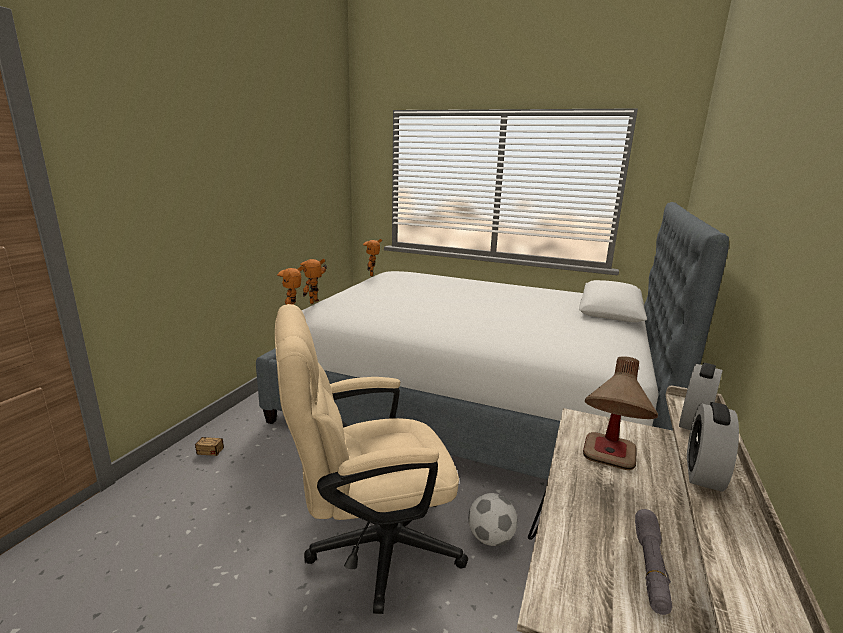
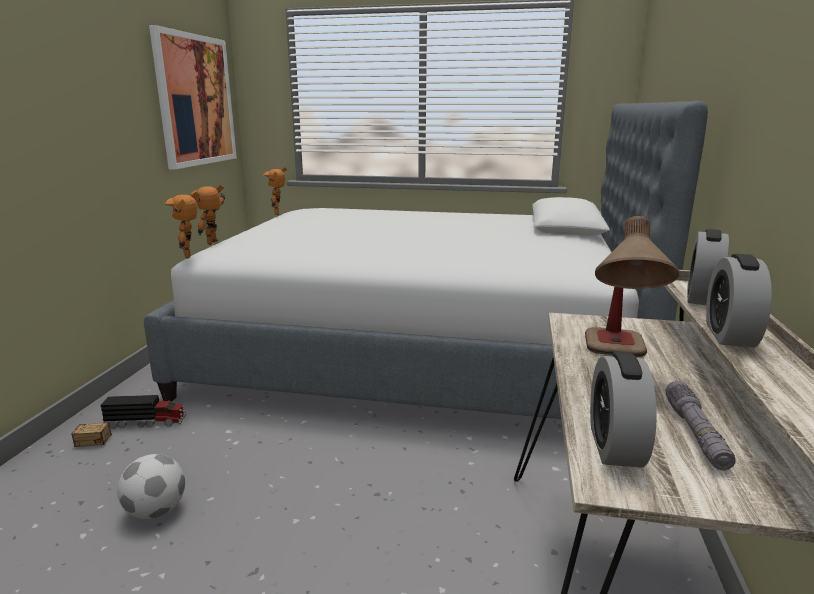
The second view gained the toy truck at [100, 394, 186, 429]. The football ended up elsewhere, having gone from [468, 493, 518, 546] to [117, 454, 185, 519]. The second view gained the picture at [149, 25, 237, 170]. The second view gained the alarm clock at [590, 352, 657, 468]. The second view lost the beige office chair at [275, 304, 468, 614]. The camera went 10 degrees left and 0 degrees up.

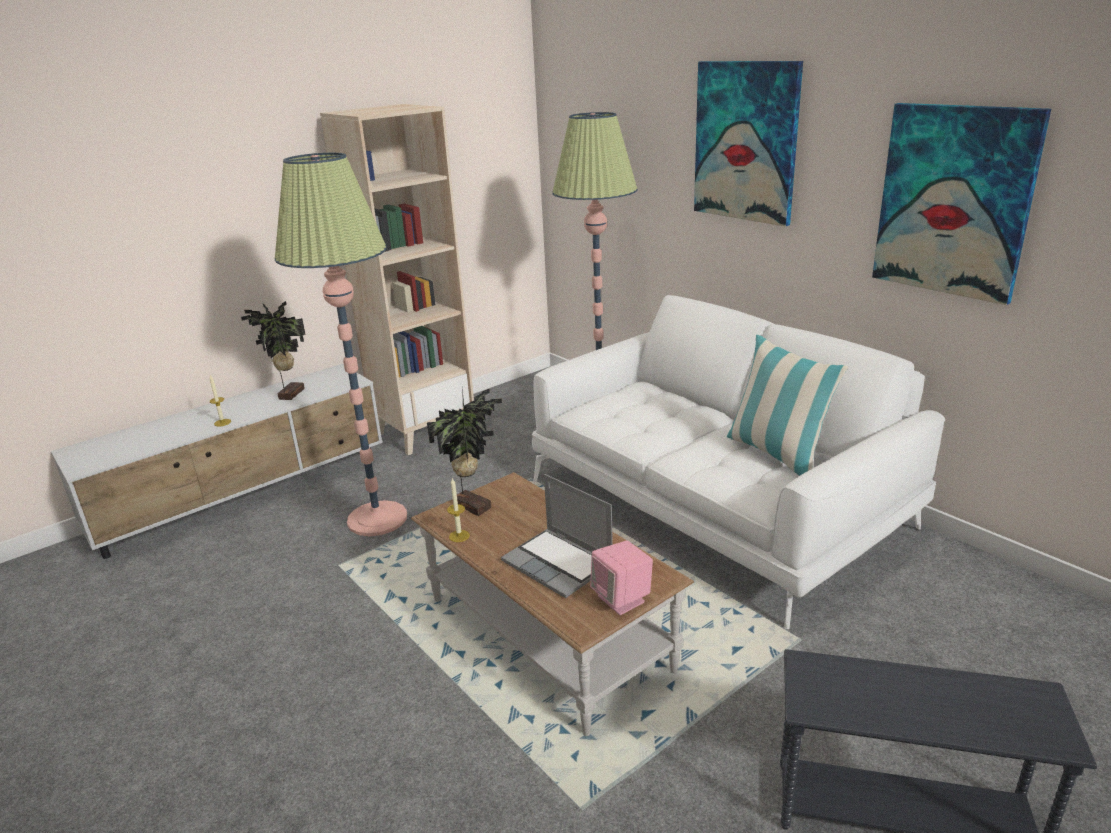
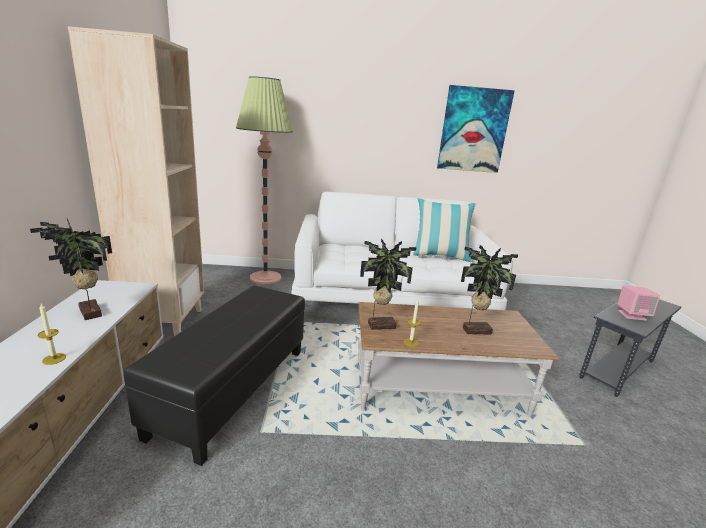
Where the floor lamp stood at [274, 153, 407, 536], the black ottoman came to stand at [123, 285, 305, 466]. Where the laptop stood at [501, 474, 613, 598], the potted plant came to stand at [461, 245, 518, 335]. The pink speaker ended up elsewhere, having gone from [590, 541, 653, 615] to [617, 285, 660, 321]. The second view lost the picture at [694, 61, 803, 227]. The camera went 55 degrees left and 5 degrees down.

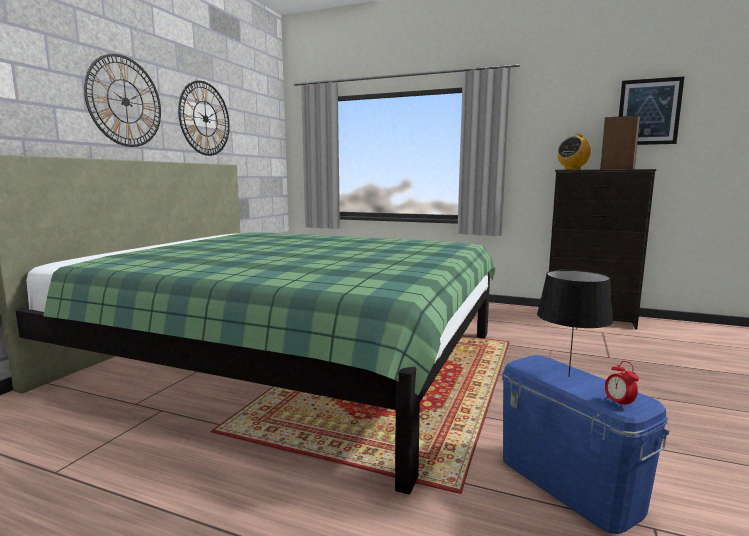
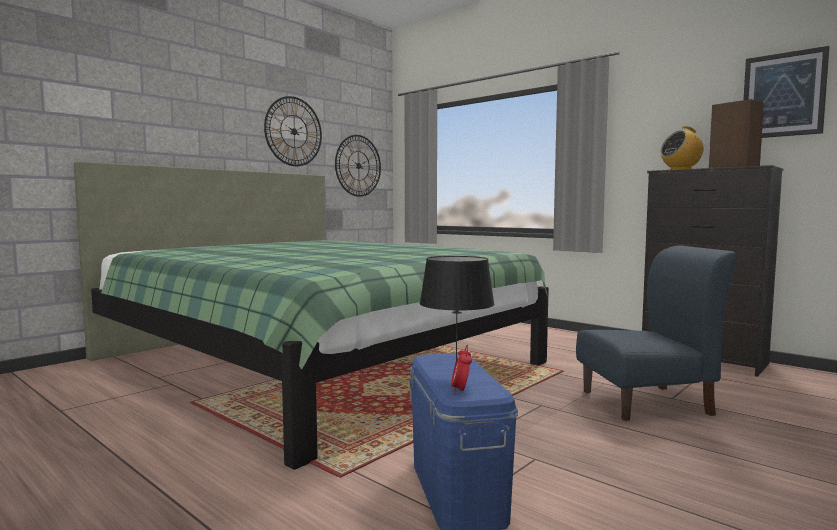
The wall clock ended up elsewhere, having gone from [84, 54, 161, 147] to [335, 135, 381, 197]. The second view gained the blue chair at [576, 245, 736, 421]. The camera went 20 degrees right and 5 degrees down.

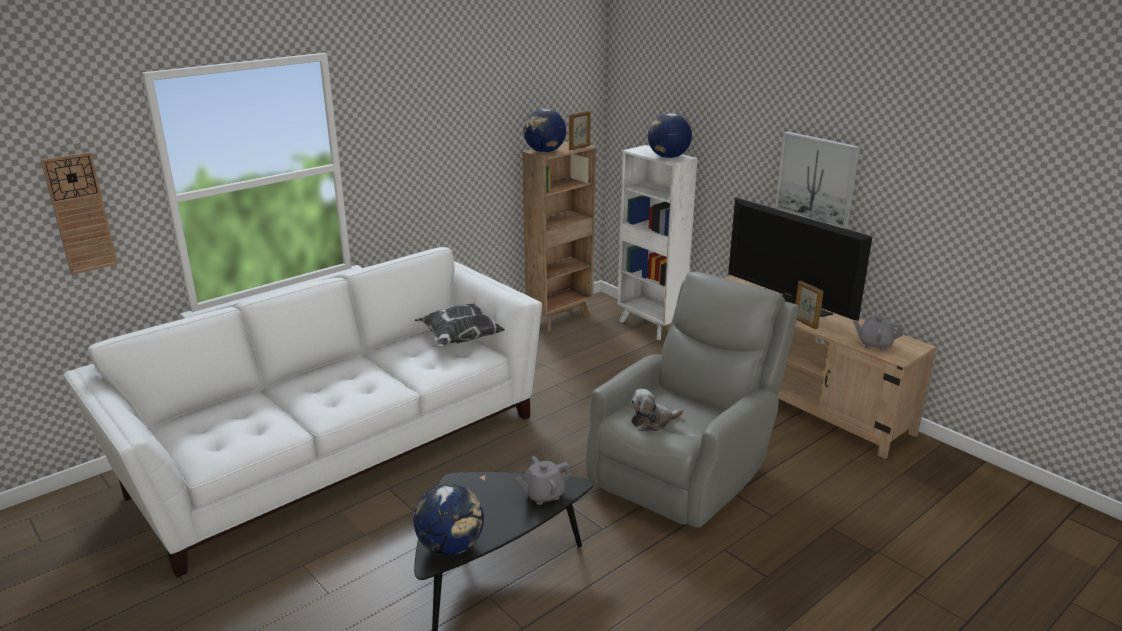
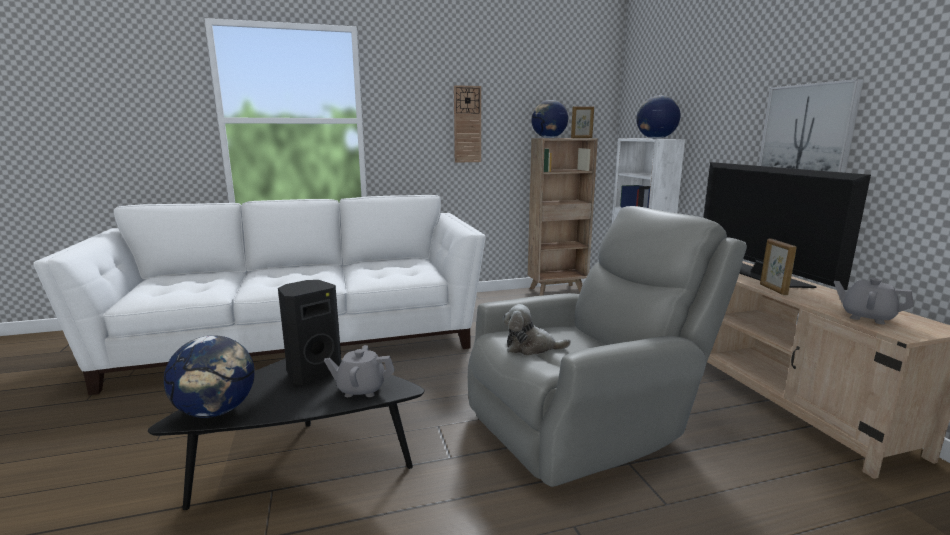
The second view gained the black speaker at [278, 280, 341, 385]. The wall clock ended up elsewhere, having gone from [41, 152, 118, 275] to [454, 85, 481, 163]. The second view lost the pillow at [414, 304, 505, 345]. The camera went 25 degrees right and 10 degrees down.

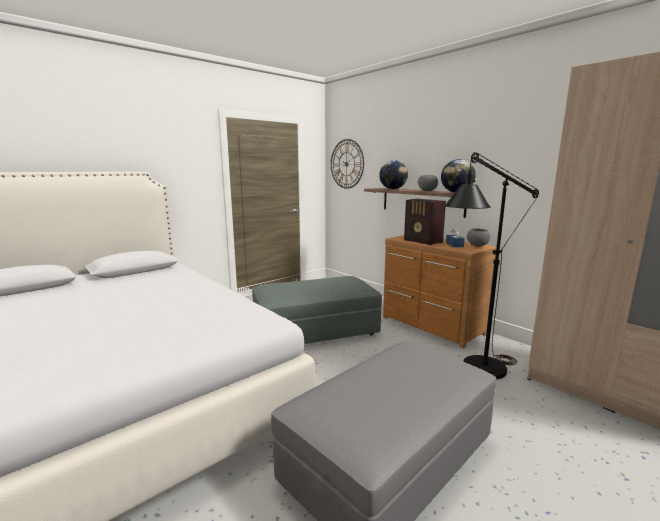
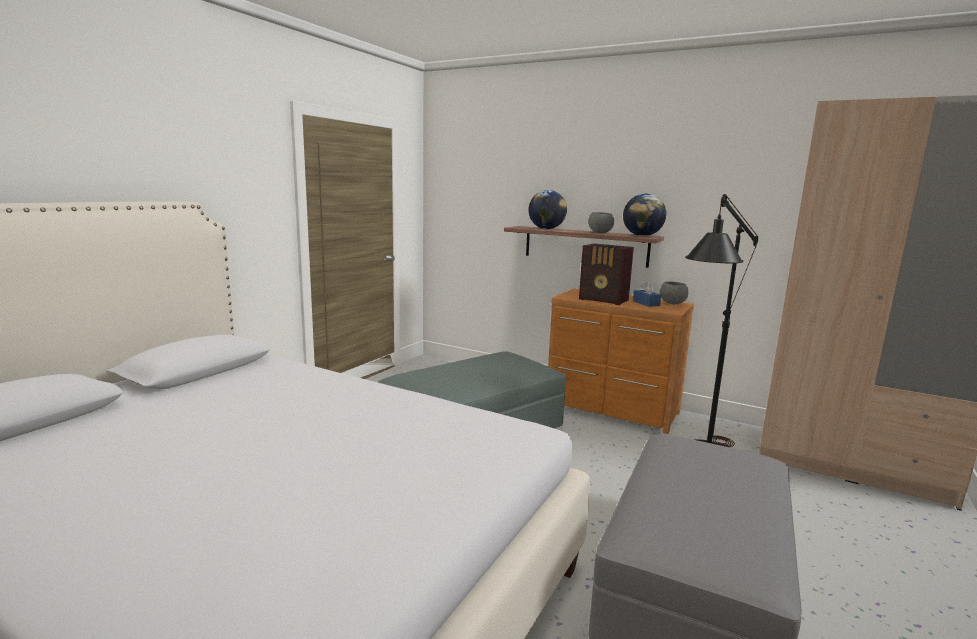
The second view lost the wall clock at [331, 139, 364, 189]. The camera went 20 degrees left and 0 degrees up.

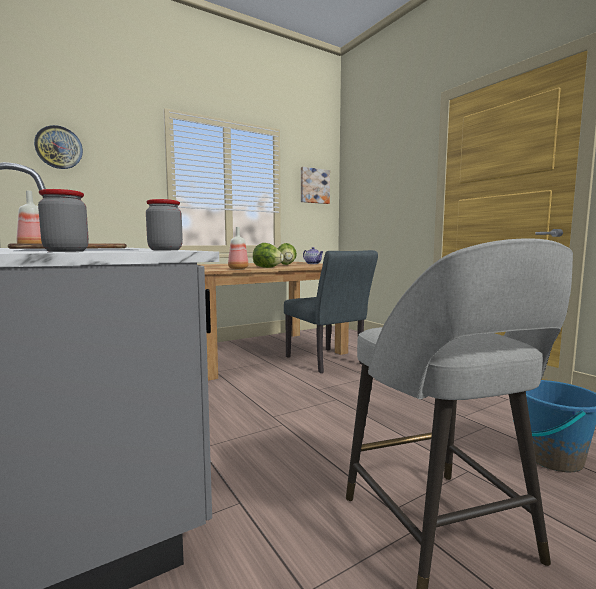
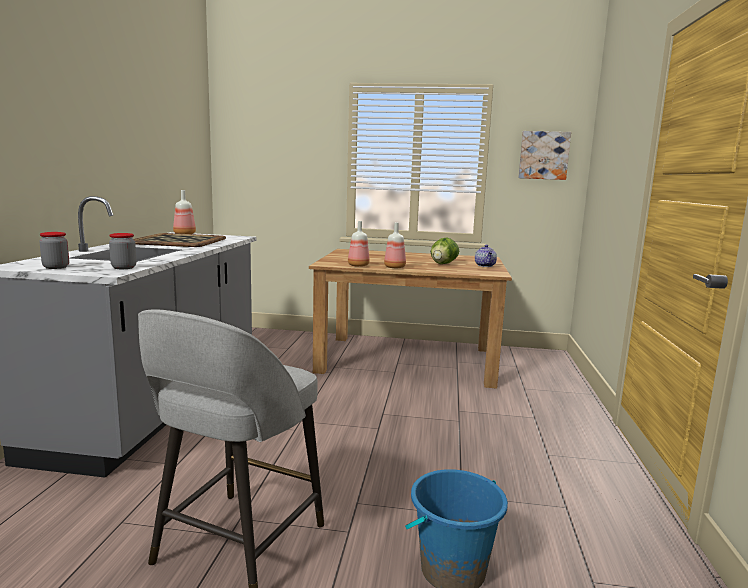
Where the lettuce stood at [253, 243, 284, 268], the bottle came to stand at [384, 222, 406, 268]. The second view lost the wall clock at [34, 125, 83, 169]. The second view lost the grey chair at [284, 250, 378, 373]. The camera went 40 degrees right and 5 degrees up.

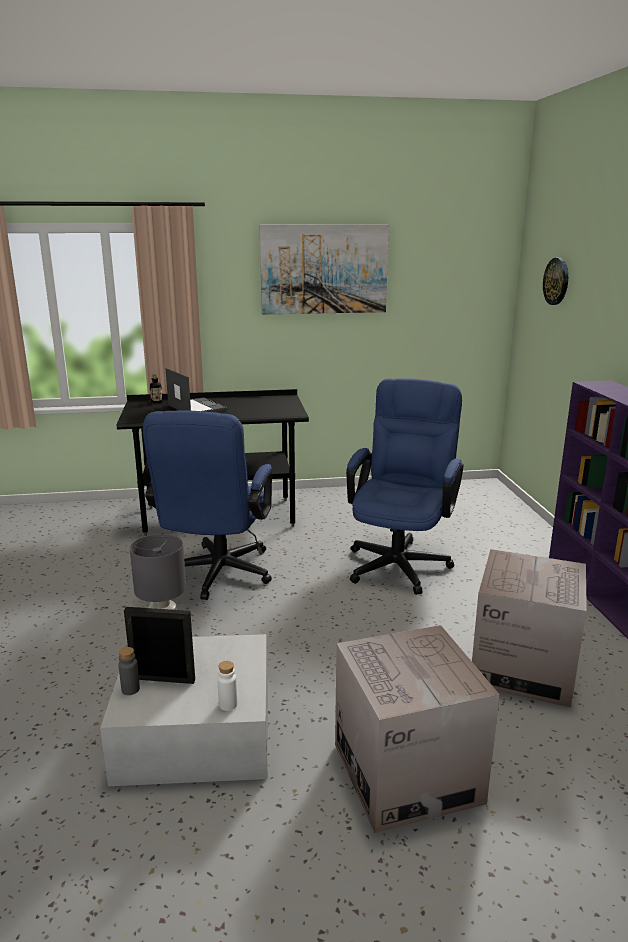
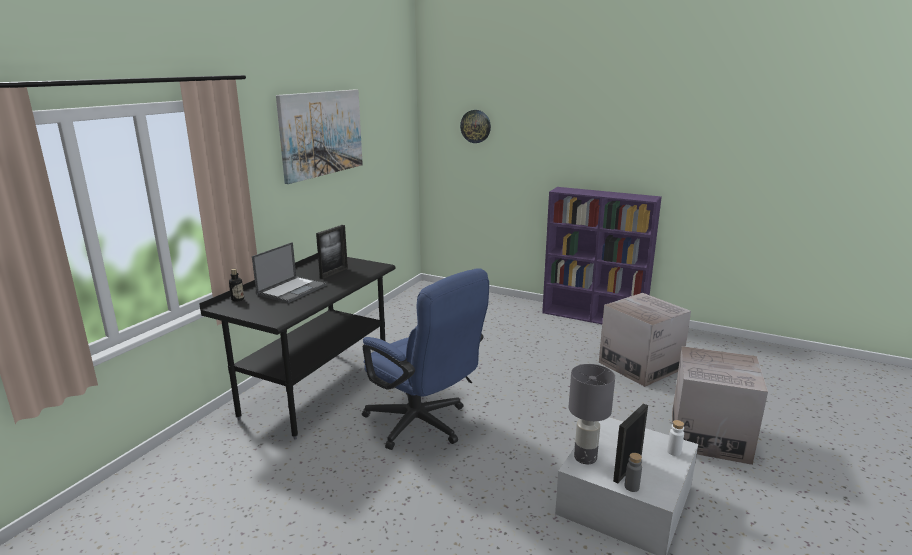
The laptop at [165, 368, 227, 412] ended up facing another way, 120 degrees clockwise from before. The second view gained the picture frame at [316, 225, 348, 279]. The second view lost the blue office chair at [346, 378, 464, 595]. The camera went 55 degrees left and 0 degrees up.

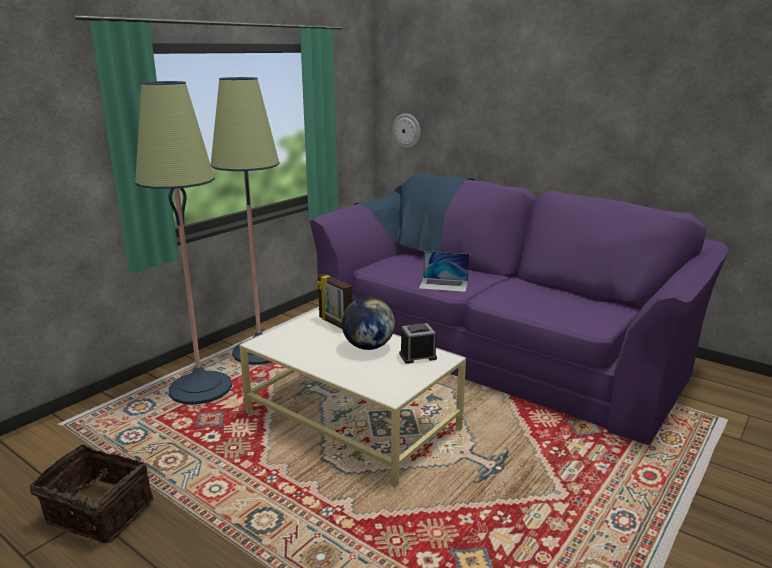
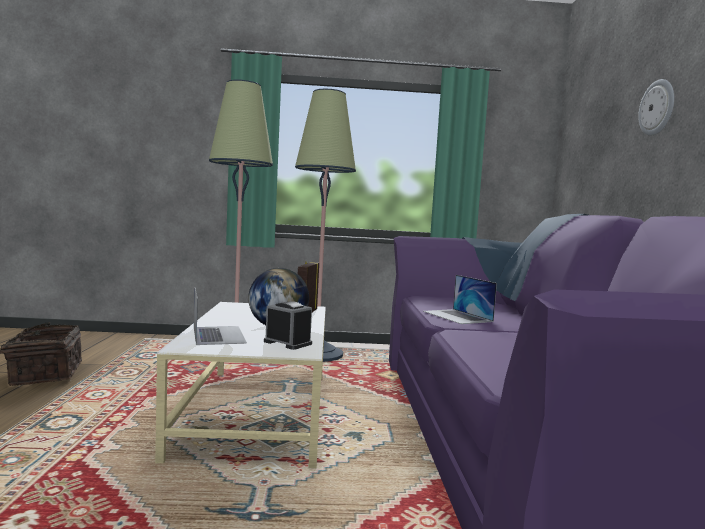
The second view gained the laptop at [194, 288, 247, 345]. The wall clock ended up elsewhere, having gone from [392, 113, 421, 149] to [638, 79, 674, 136]. The camera went 50 degrees right and 15 degrees down.

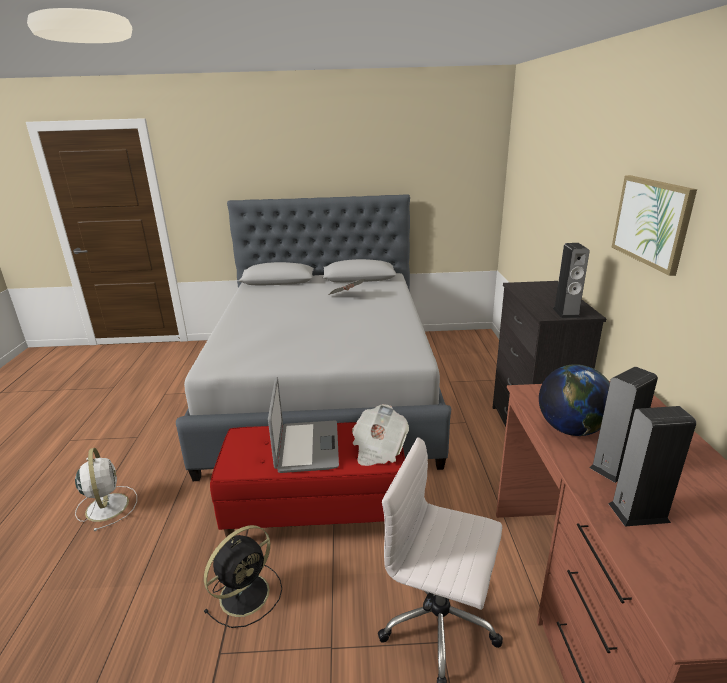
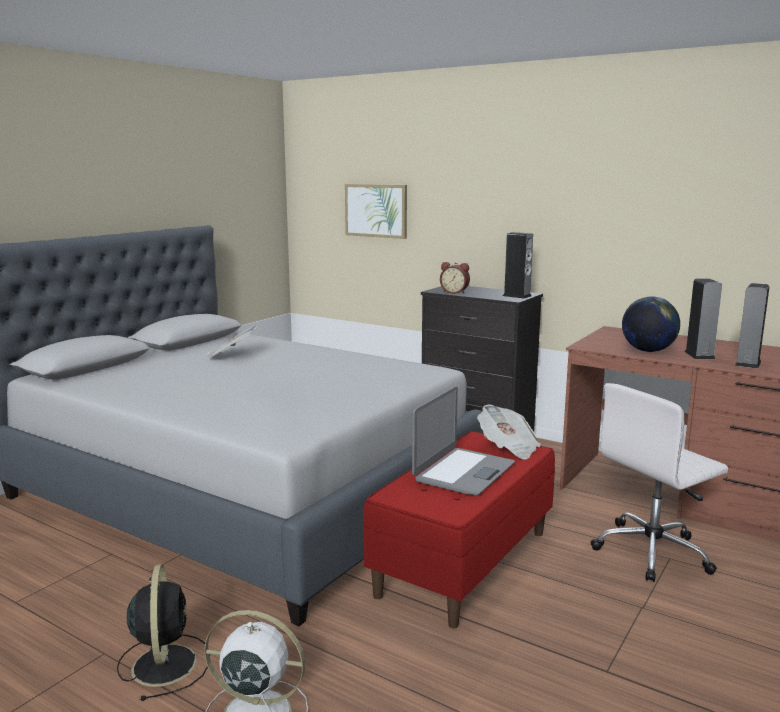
The black fan ended up elsewhere, having gone from [204, 525, 282, 628] to [117, 564, 210, 701]. The picture ended up elsewhere, having gone from [612, 175, 697, 276] to [345, 184, 407, 239]. The laptop at [268, 377, 339, 473] ended up facing another way, 90 degrees clockwise from before. The second view gained the alarm clock at [440, 262, 470, 294]. The camera went 55 degrees left and 10 degrees down.

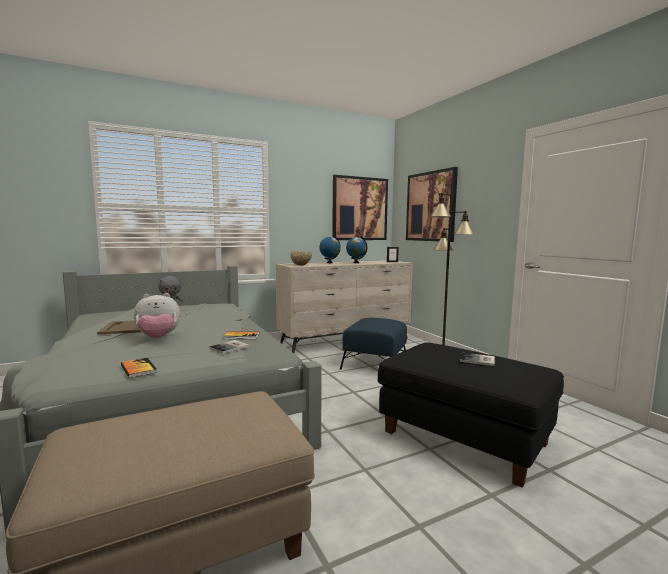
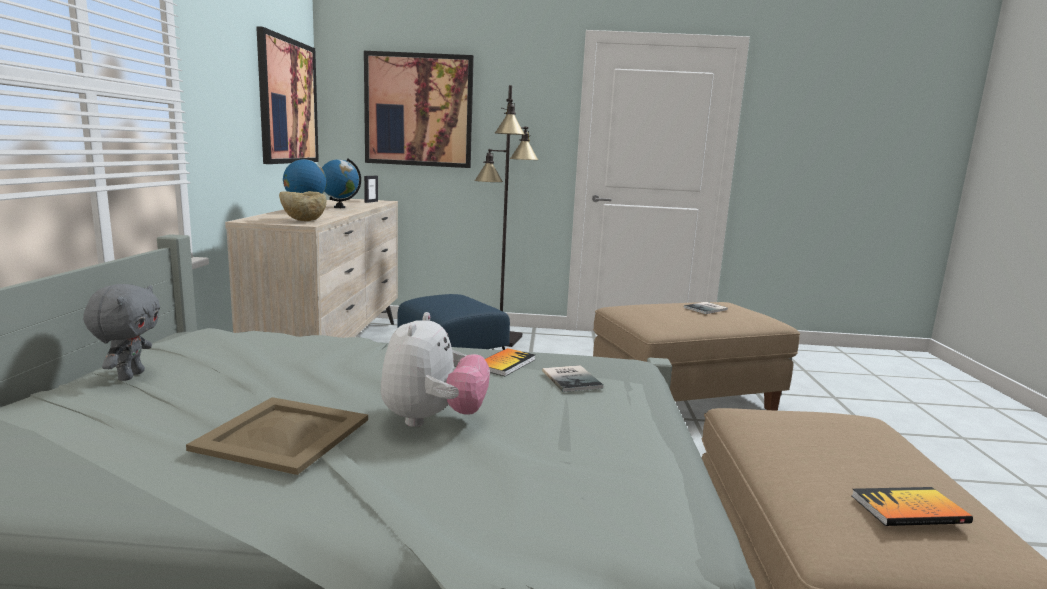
What was the black ottoman at [377, 342, 564, 488] turned into the beige ottoman at [593, 302, 800, 411]. The book ended up elsewhere, having gone from [121, 358, 157, 378] to [851, 487, 973, 526]. The camera went 60 degrees left and 5 degrees up.

